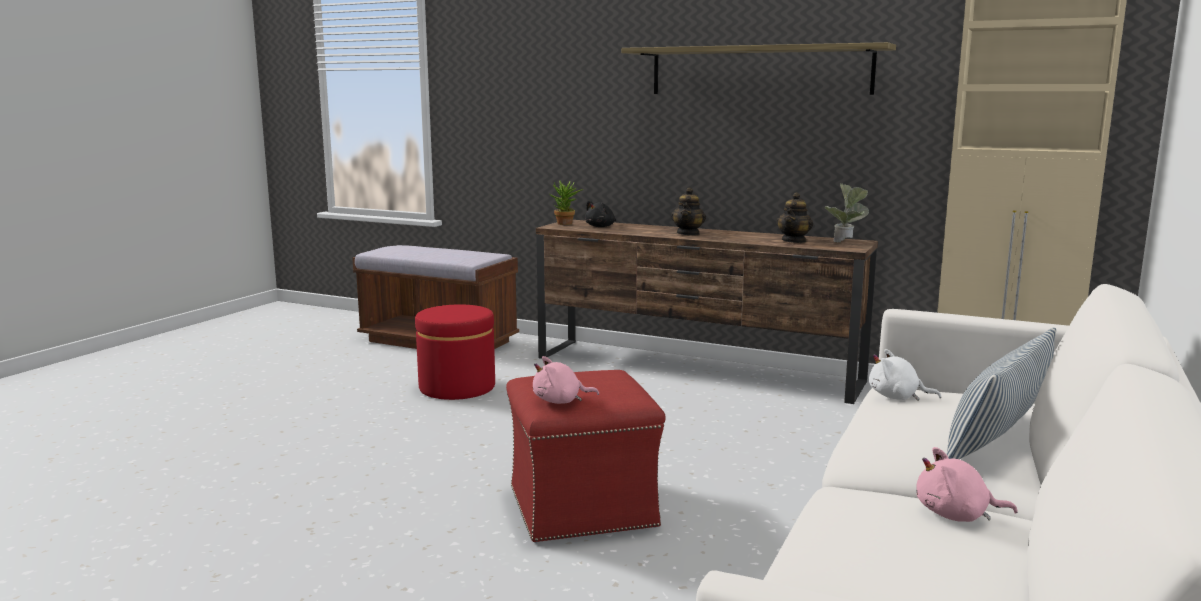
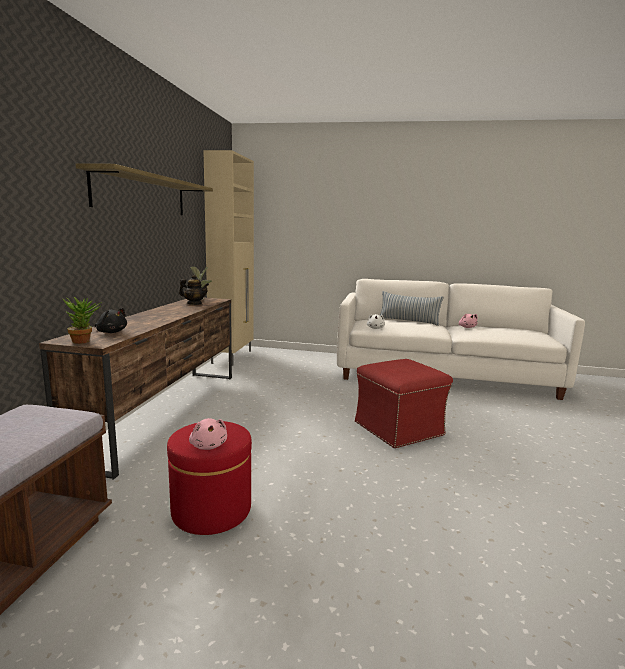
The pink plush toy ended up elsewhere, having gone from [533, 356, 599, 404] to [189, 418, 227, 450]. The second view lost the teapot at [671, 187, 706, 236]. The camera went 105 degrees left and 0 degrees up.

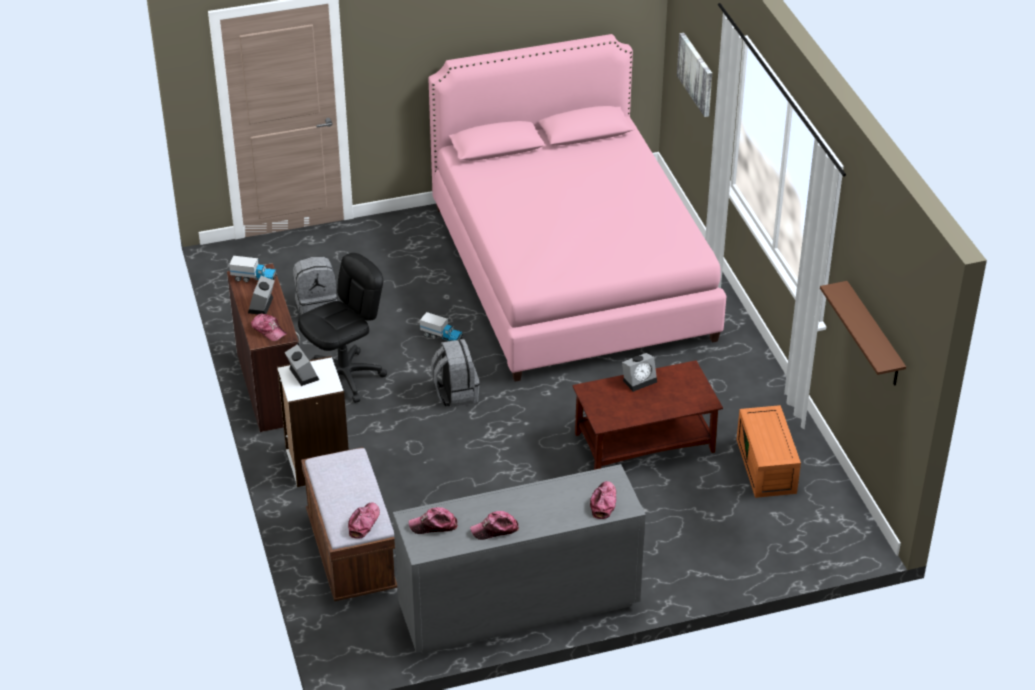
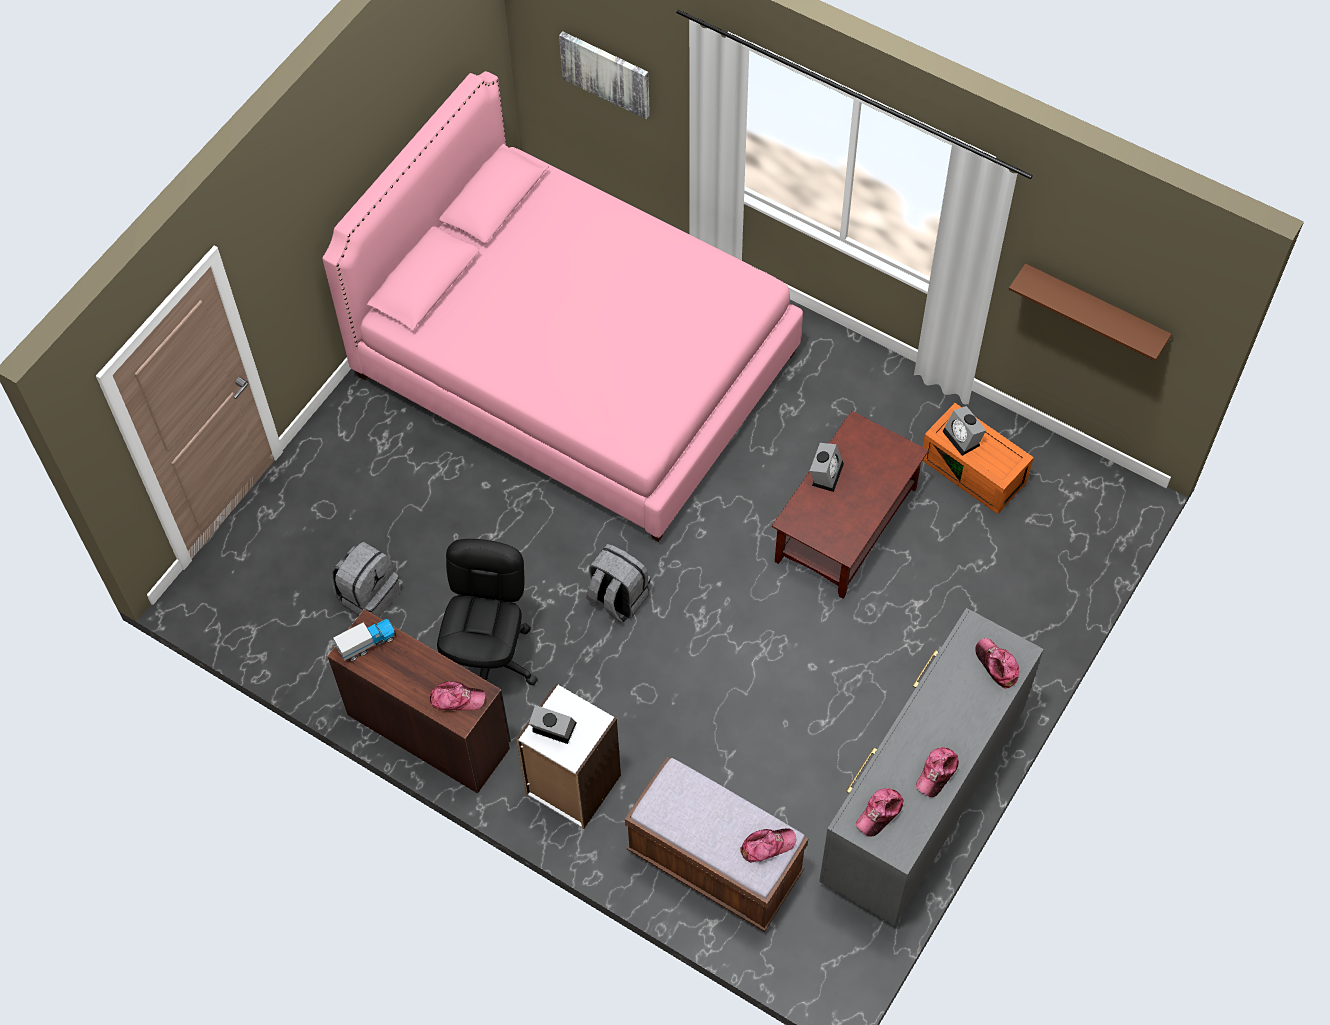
The cap at [348, 502, 380, 539] ended up facing another way, 90 degrees clockwise from before. The alarm clock ended up elsewhere, having gone from [248, 276, 274, 314] to [942, 406, 986, 456]. The second view lost the toy truck at [420, 312, 463, 341]. The camera went 40 degrees left and 20 degrees up.

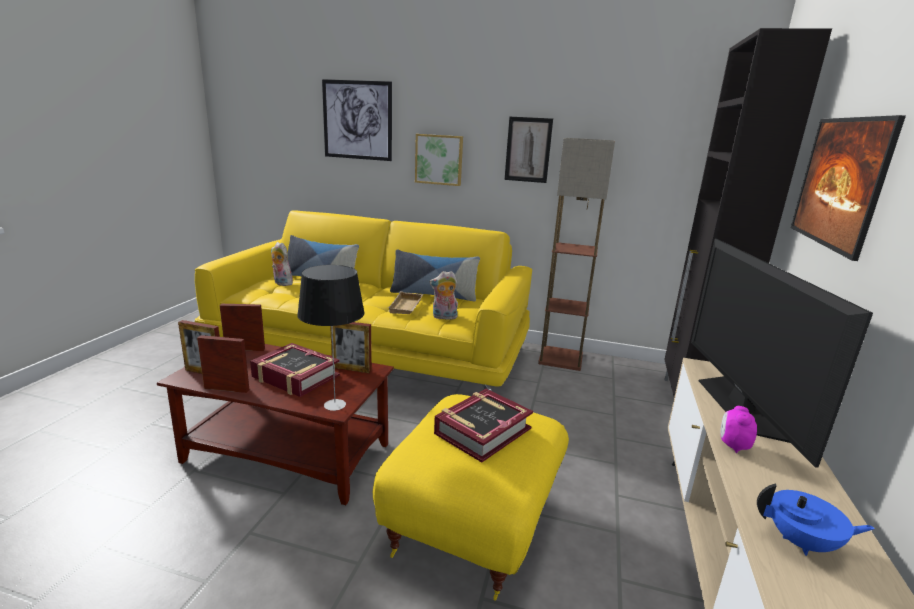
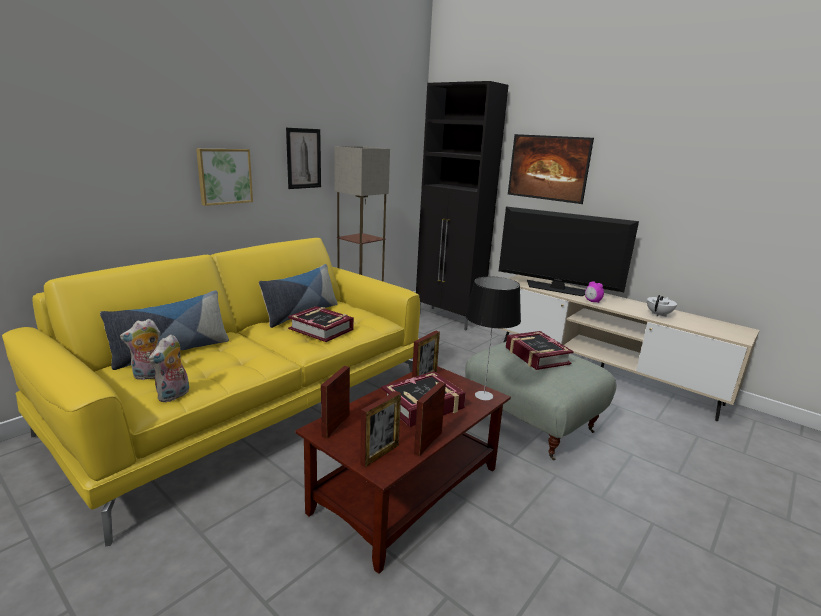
The plush toy ended up elsewhere, having gone from [430, 271, 458, 320] to [149, 334, 189, 403]. Where the beige tray stood at [388, 291, 423, 314], the book came to stand at [288, 306, 354, 342]. What was the yellow ottoman at [373, 394, 569, 601] turned into the grey ottoman at [465, 342, 617, 460]. What was the blue teapot at [757, 483, 875, 556] turned into the white teapot at [647, 295, 677, 317]. The second view lost the picture at [322, 79, 392, 161]. The camera went 65 degrees left and 0 degrees up.

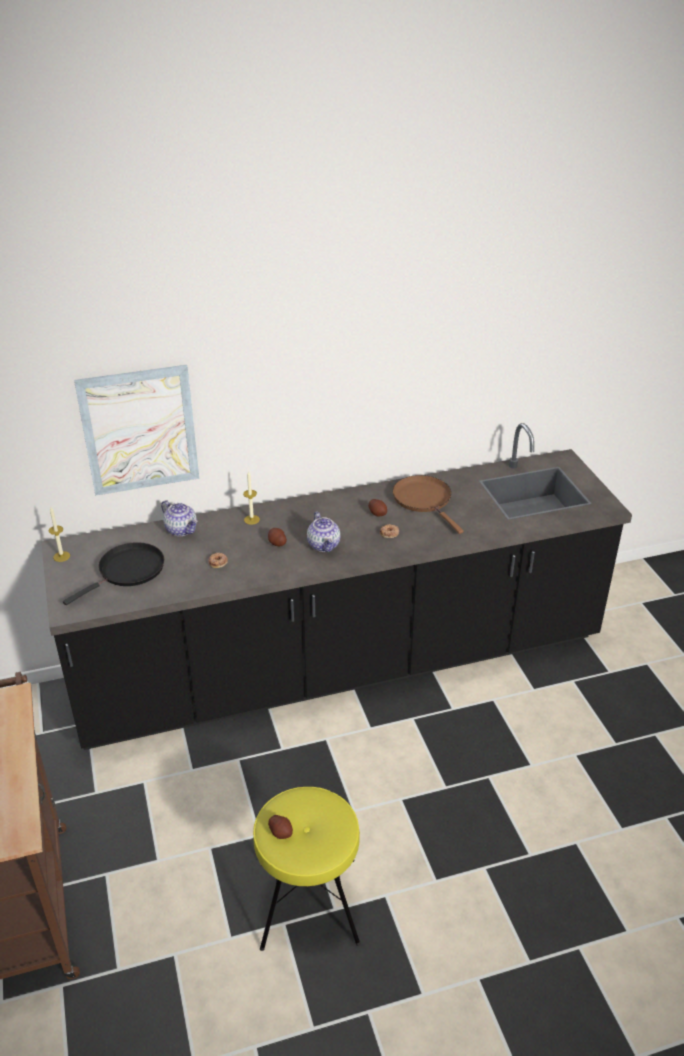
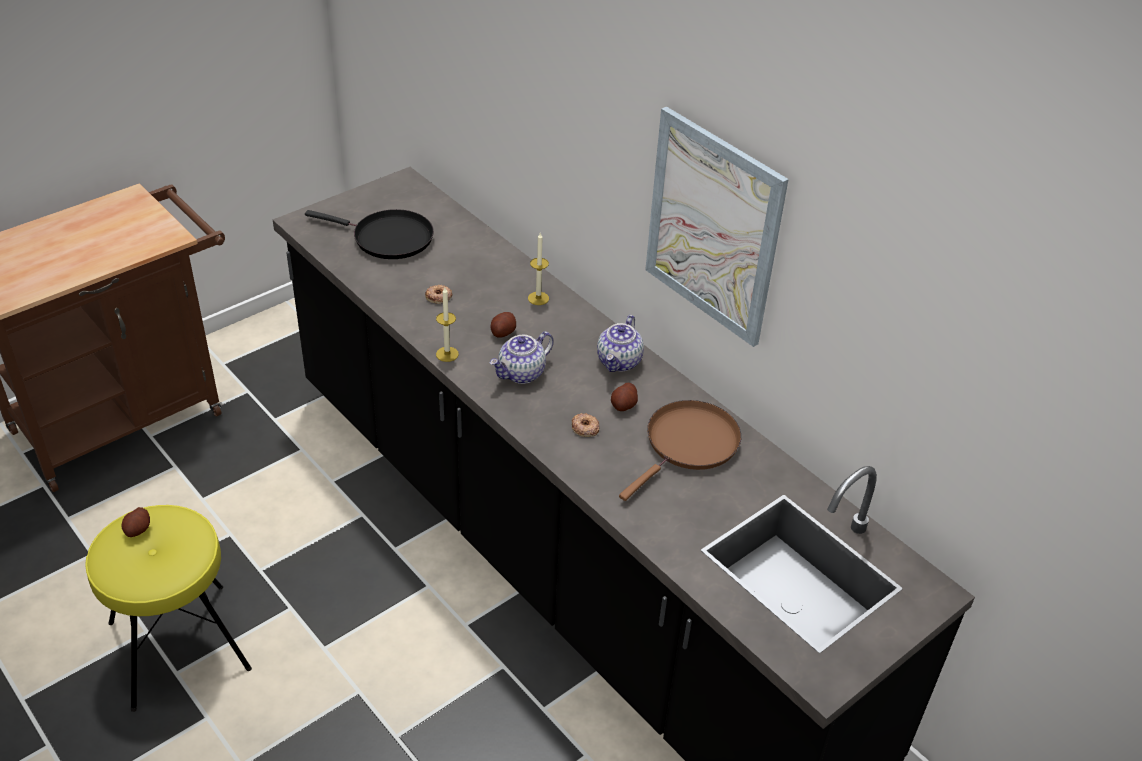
The candle ended up elsewhere, having gone from [49, 507, 70, 562] to [436, 287, 459, 362]. The teapot ended up elsewhere, having gone from [161, 500, 197, 536] to [597, 315, 644, 372]. The picture ended up elsewhere, having gone from [74, 365, 199, 496] to [645, 107, 789, 347]. The camera went 65 degrees right and 5 degrees up.

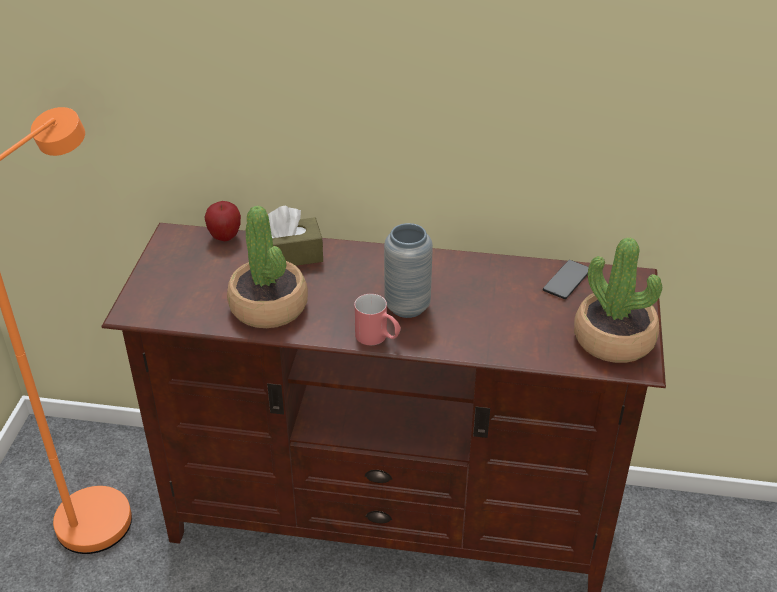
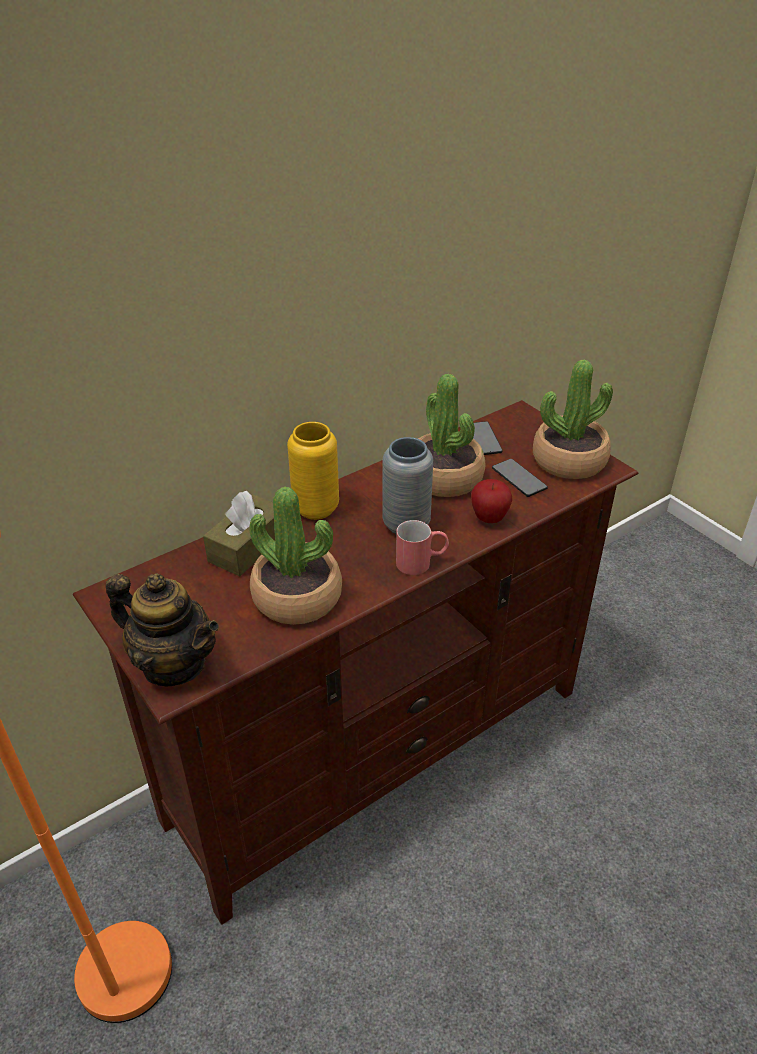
The second view gained the teapot at [106, 573, 219, 686]. The second view gained the yellow vase at [287, 422, 339, 520]. The second view gained the potted plant at [418, 374, 485, 497]. The apple ended up elsewhere, having gone from [204, 201, 241, 241] to [471, 479, 512, 523]. The second view gained the phone at [492, 459, 548, 497]. The camera went 45 degrees left and 0 degrees up.

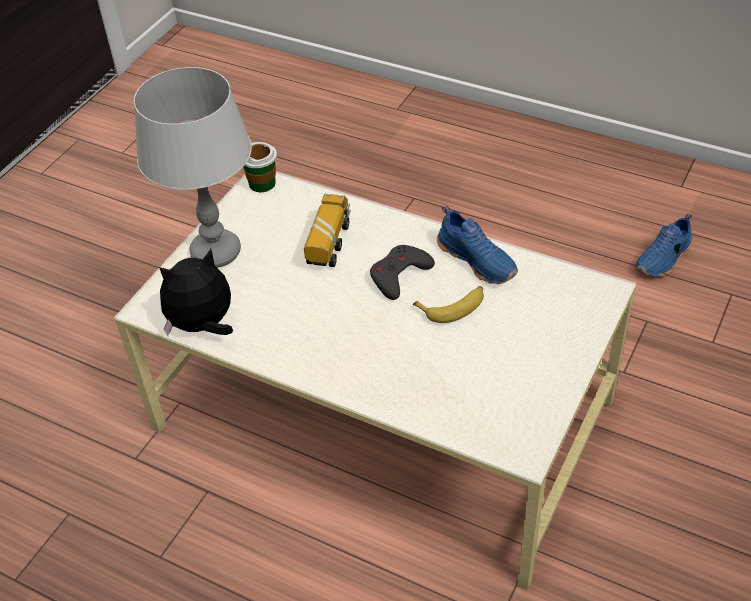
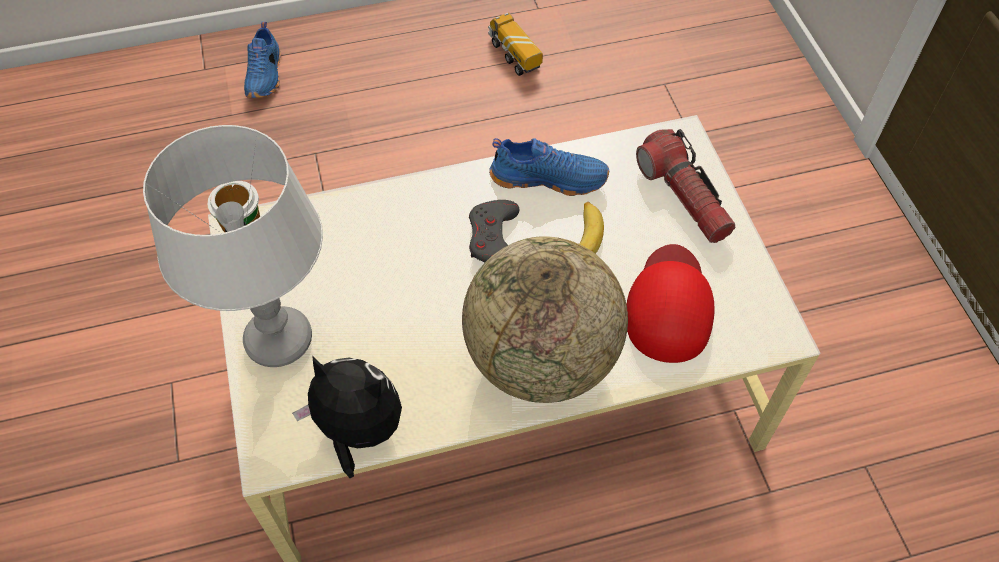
The blue shoe ended up elsewhere, having gone from [635, 213, 692, 277] to [244, 22, 281, 98]. The plush toy at [159, 249, 233, 336] ended up facing another way, 90 degrees clockwise from before. The second view gained the globe at [462, 237, 628, 403]. The toy truck ended up elsewhere, having gone from [304, 193, 350, 267] to [488, 13, 543, 76]. The second view gained the red cap at [626, 244, 715, 363]. The second view gained the flashlight at [636, 129, 736, 243]. The camera went 45 degrees left and 10 degrees up.

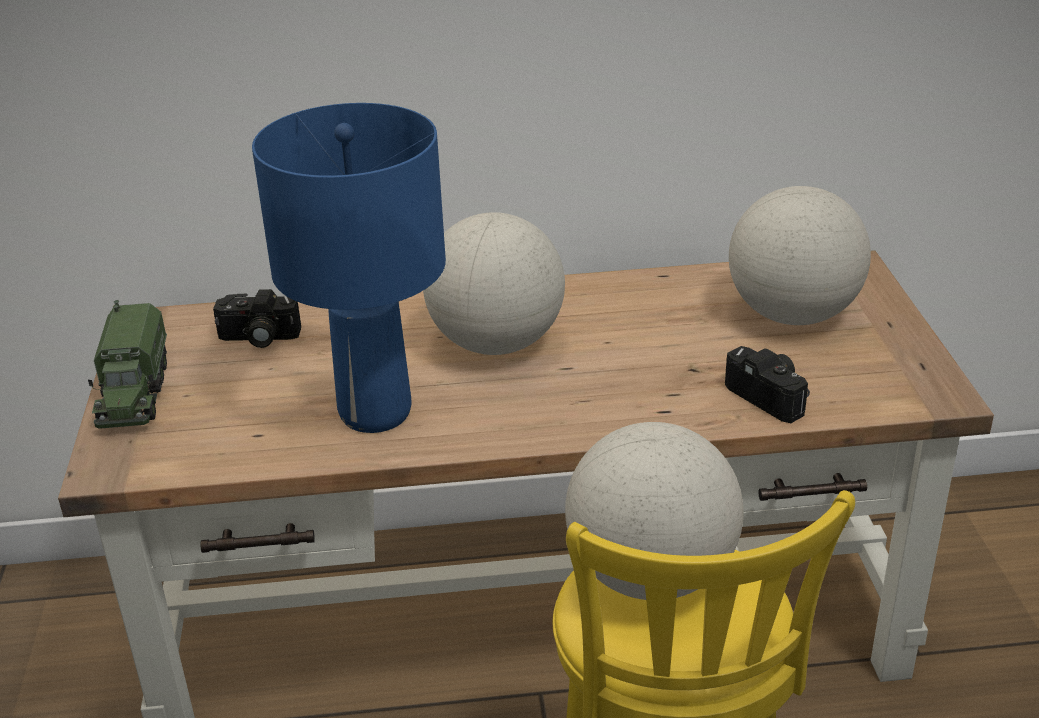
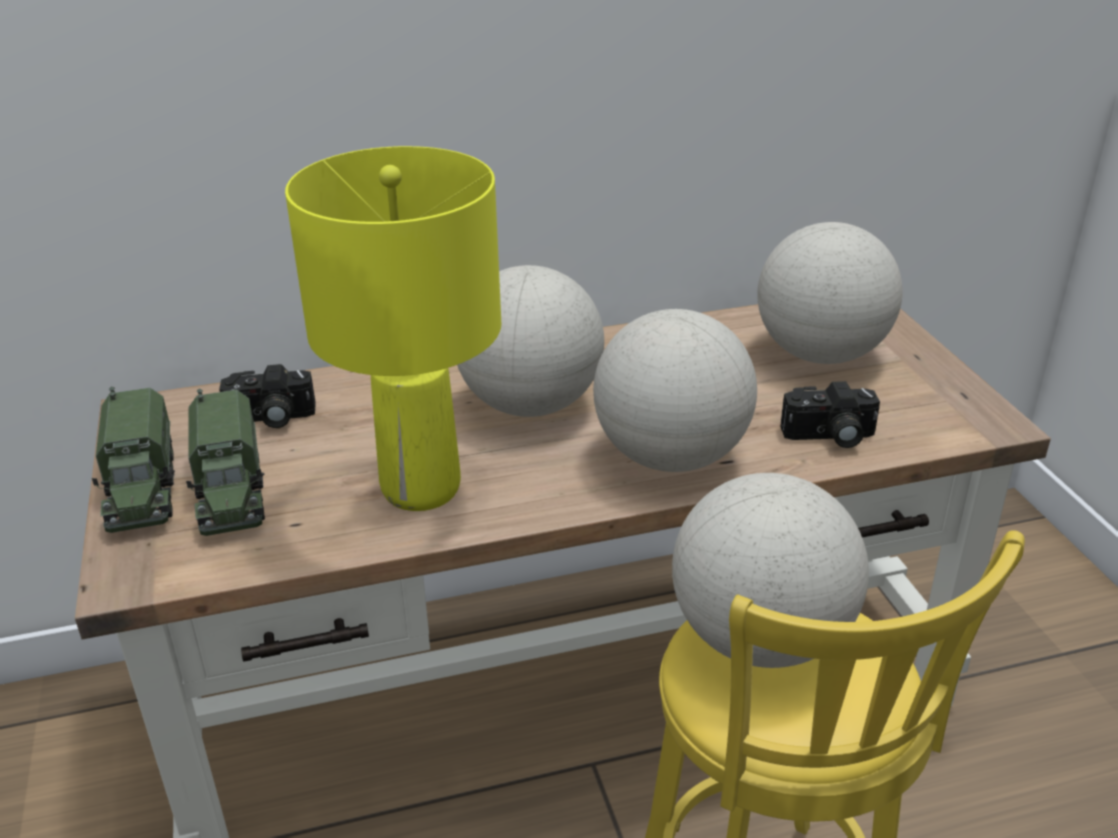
The second view gained the toy truck at [186, 389, 265, 536]. What was the blue table lamp at [252, 103, 446, 433] turned into the yellow table lamp at [285, 146, 501, 511]. The second view gained the globe at [593, 309, 757, 472]. The photo camera at [725, 346, 810, 423] ended up facing another way, 135 degrees clockwise from before. The camera went 10 degrees left and 0 degrees up.

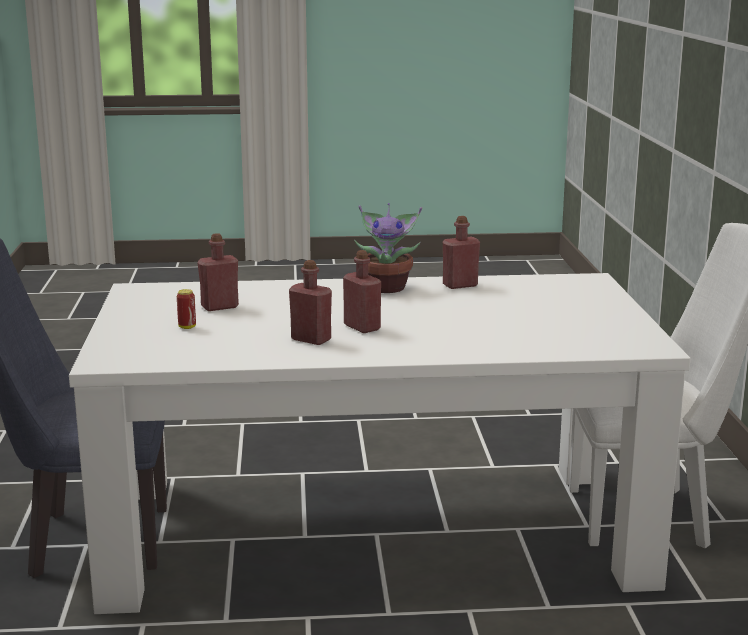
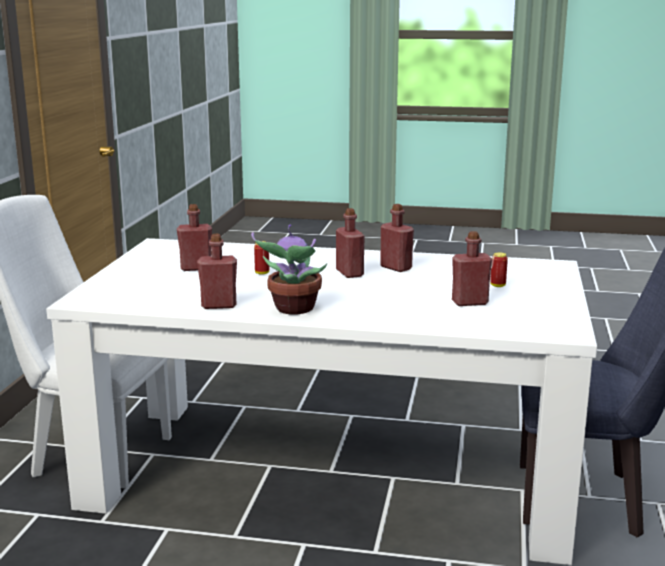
The second view gained the red bottle at [177, 204, 212, 271]. The second view gained the can at [254, 241, 269, 275]. The camera went 165 degrees left and 0 degrees up.

